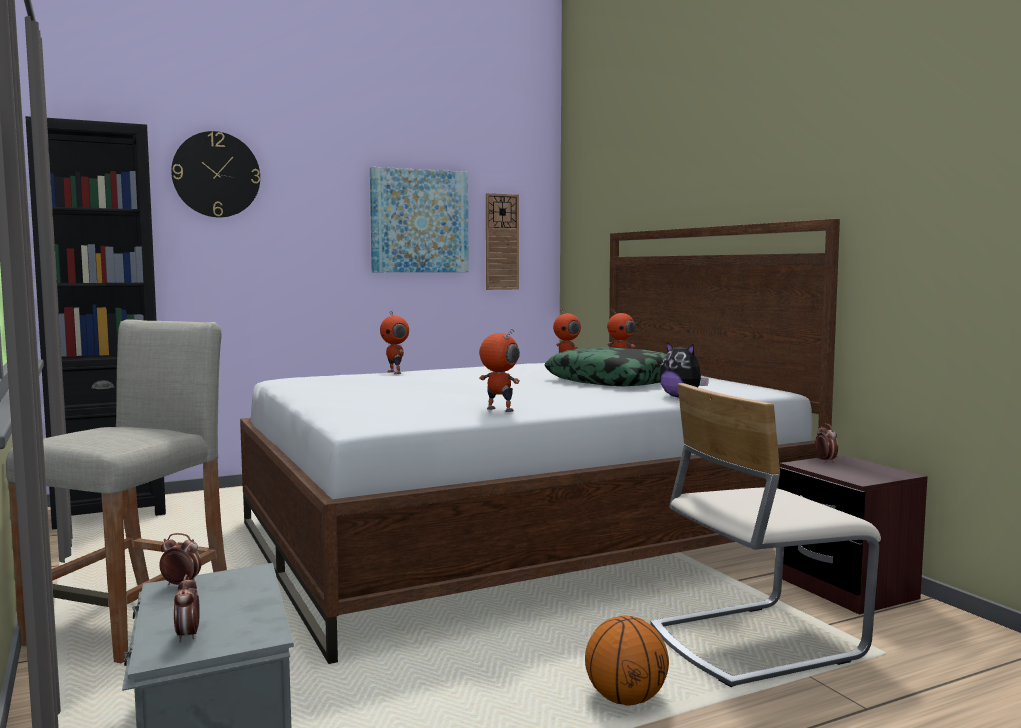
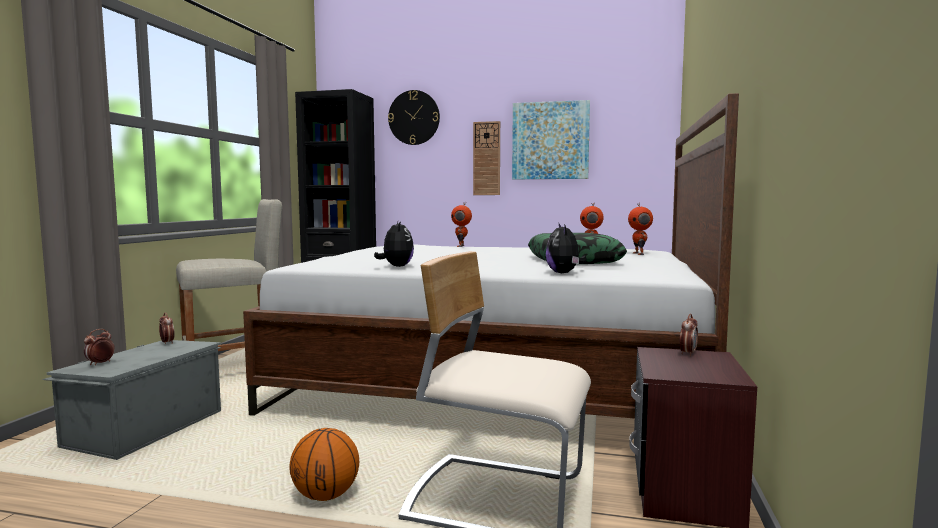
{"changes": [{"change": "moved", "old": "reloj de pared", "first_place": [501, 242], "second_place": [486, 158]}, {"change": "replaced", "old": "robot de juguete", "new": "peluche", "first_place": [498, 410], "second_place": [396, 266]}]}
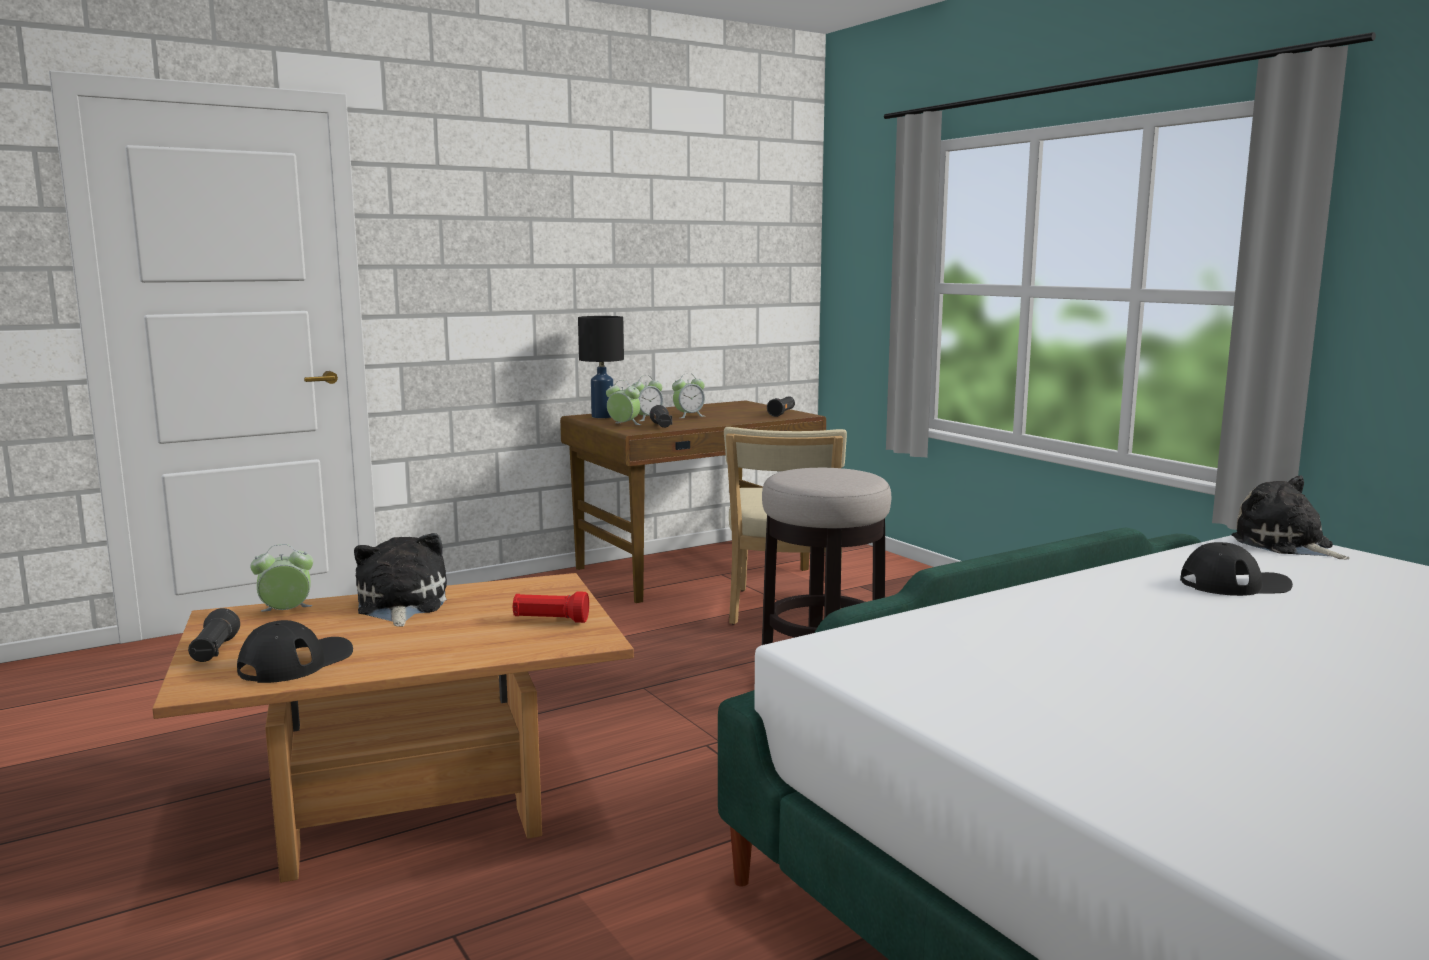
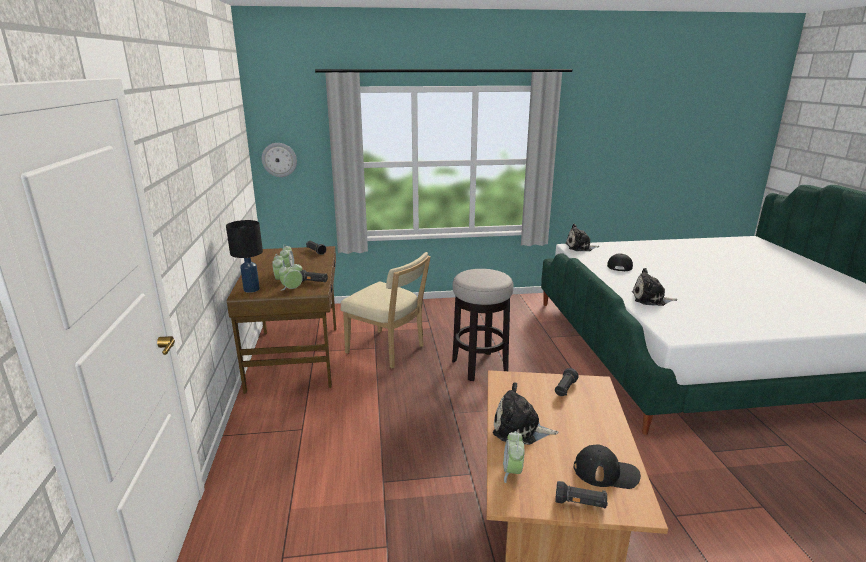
{"changes": [{"change": "added", "new": "reloj de pared", "second_place": [279, 159]}, {"change": "added", "new": "peluche", "second_place": [651, 299]}, {"change": "recoloured", "old": "linterna/rojo", "new": "linterna/negro", "first_place": [550, 620], "second_place": [565, 389]}, {"change": "turned", "old": "gorra/negro", "first_place": [296, 662], "second_place": [606, 472], "degrees": 135}]}
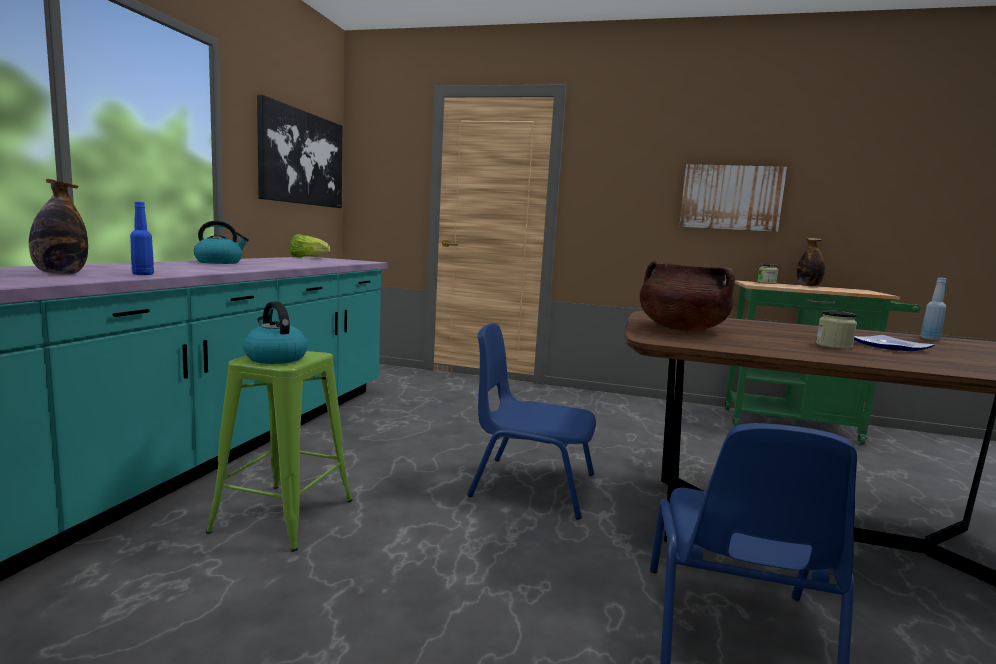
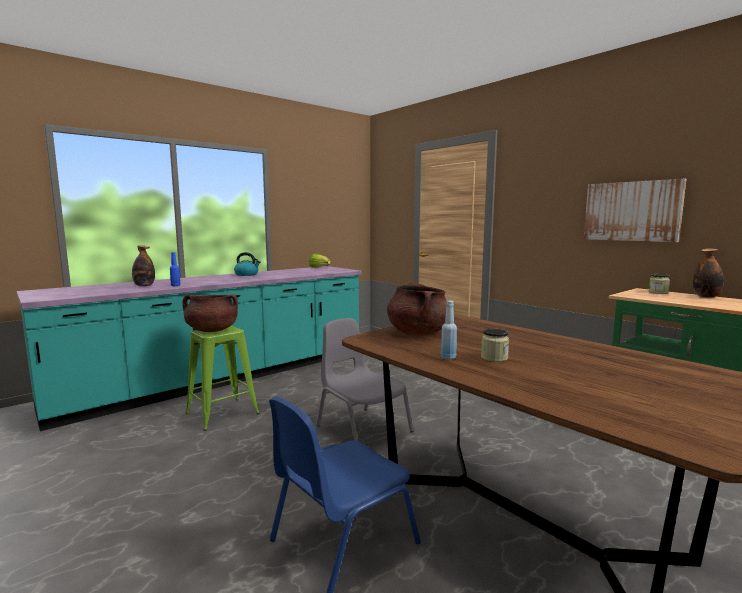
{"changes": [{"change": "removed", "old": "cuadro", "first_place": [302, 158]}, {"change": "removed", "old": "plato", "first_place": [891, 347]}, {"change": "moved", "old": "botella/azul", "first_place": [930, 339], "second_place": [448, 358]}, {"change": "replaced", "old": "hervidor", "new": "olla/marrón", "first_place": [275, 358], "second_place": [212, 330]}, {"change": "recoloured", "old": "silla/azul", "new": "silla/gris", "first_place": [531, 485], "second_place": [362, 428]}]}
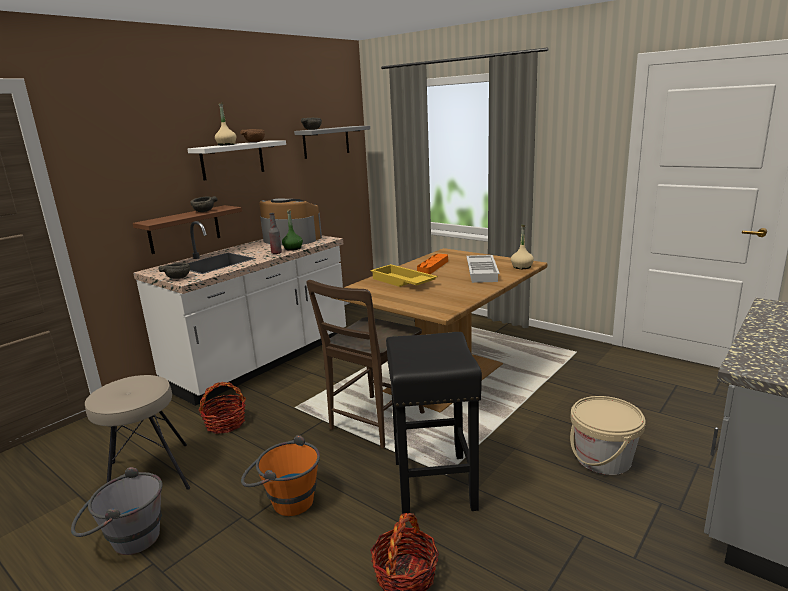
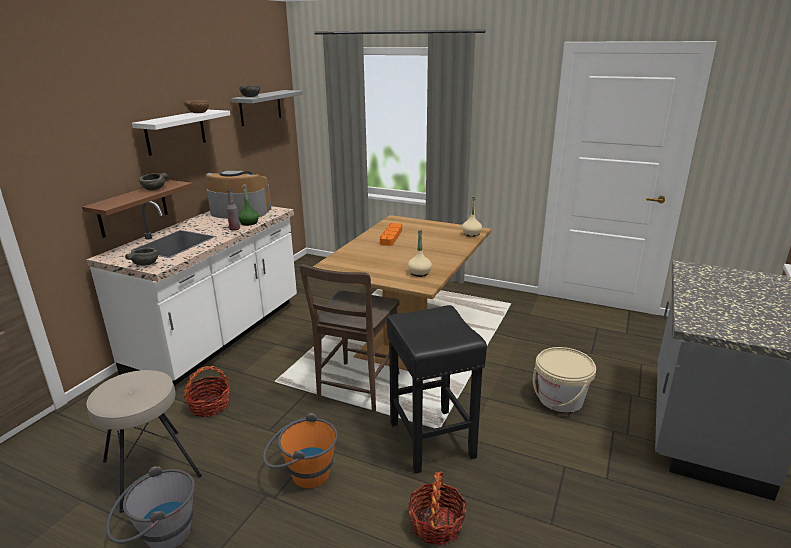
{"changes": [{"change": "removed", "old": "bandeja/amarillo", "first_place": [402, 282]}, {"change": "removed", "old": "bandeja/blanco", "first_place": [483, 272]}, {"change": "moved", "old": "botella/beis", "first_place": [226, 145], "second_place": [419, 273]}]}
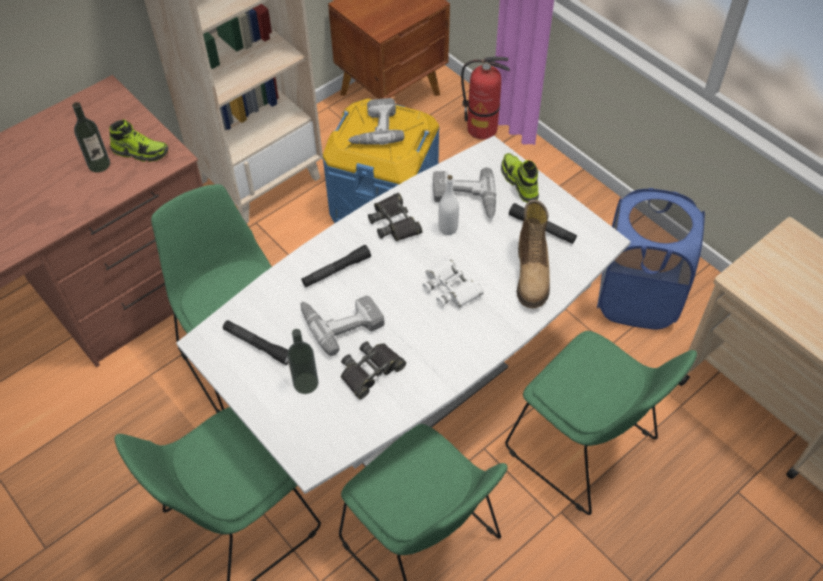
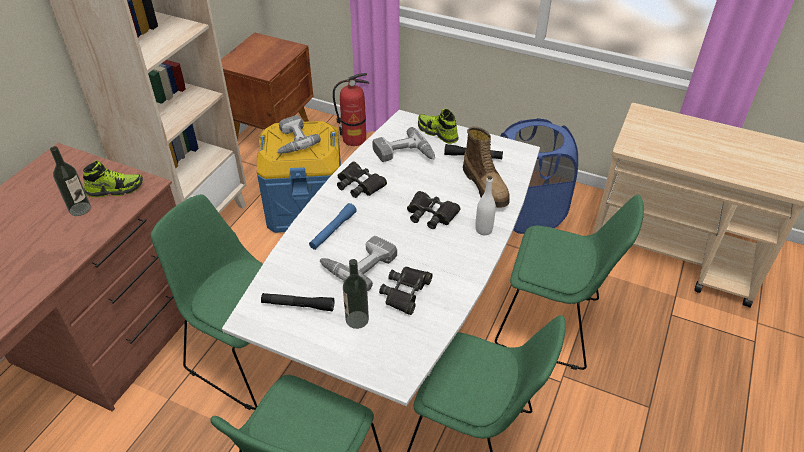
{"changes": [{"change": "moved", "old": "botella/blanco", "first_place": [448, 228], "second_place": [483, 230]}, {"change": "recoloured", "old": "linterna/negro", "new": "linterna/azul", "first_place": [336, 270], "second_place": [333, 230]}, {"change": "recoloured", "old": "prismáticos/blanco", "new": "prismáticos/negro", "first_place": [450, 287], "second_place": [431, 214]}]}
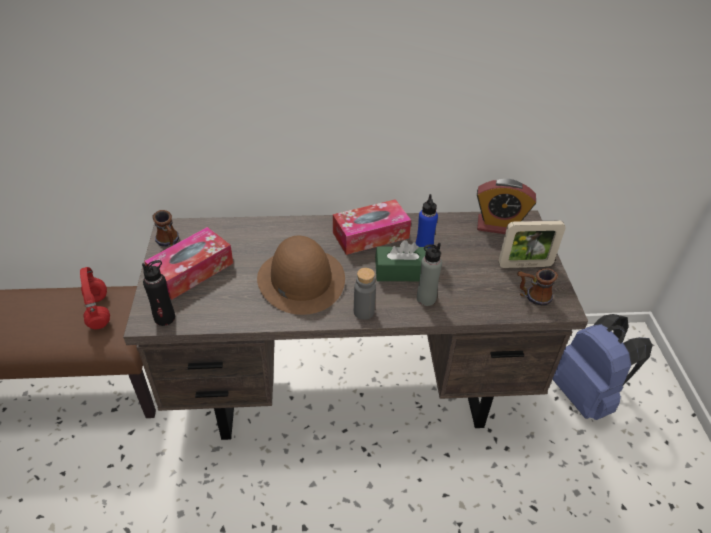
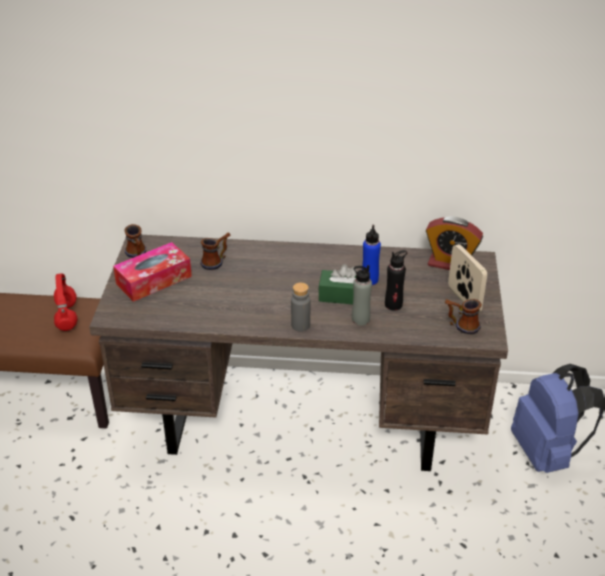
{"changes": [{"change": "removed", "old": "sombrero/marrón", "first_place": [301, 279]}, {"change": "removed", "old": "caja de pañuelos", "first_place": [370, 235]}, {"change": "added", "new": "taza grande", "second_place": [216, 261]}, {"change": "moved", "old": "botella/negro", "first_place": [165, 318], "second_place": [393, 305]}, {"change": "turned", "old": "portarretratos", "first_place": [525, 265], "second_place": [464, 299], "degrees": -120}]}
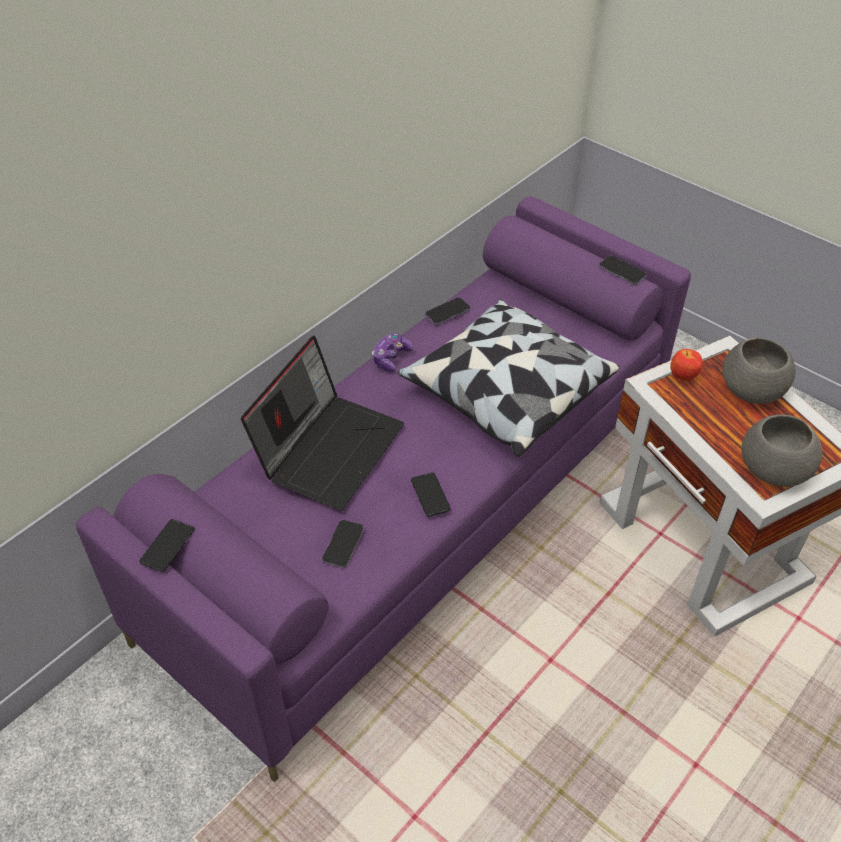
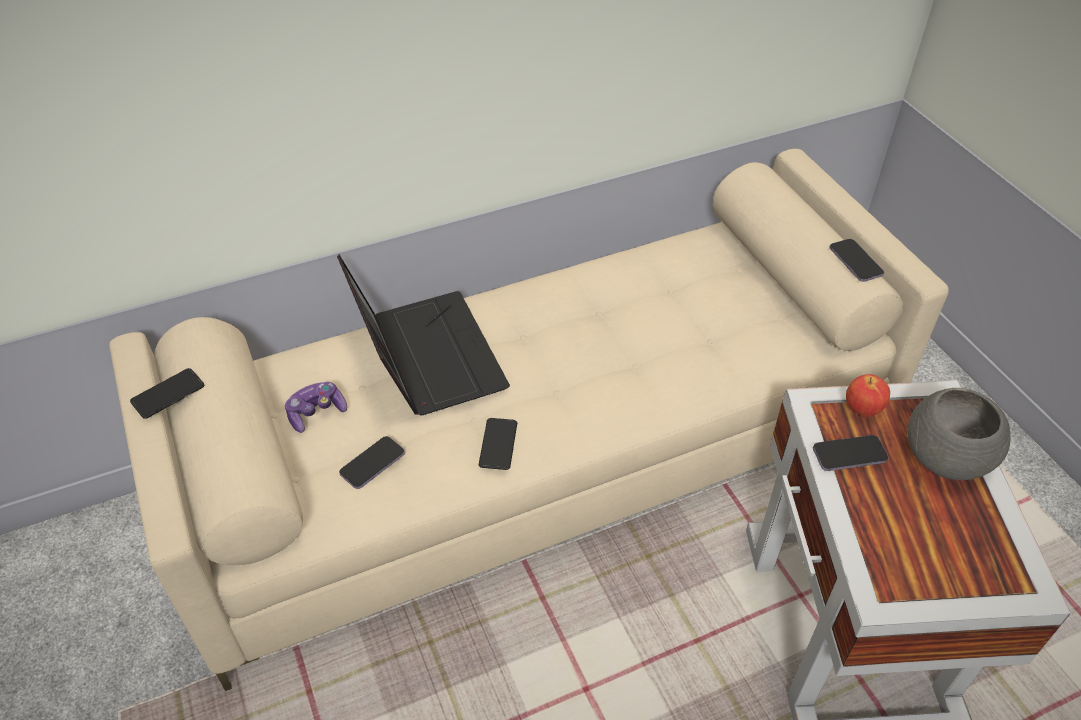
{"changes": [{"change": "removed", "old": "cojín", "first_place": [505, 393]}, {"change": "removed", "old": "cuenco/gris", "first_place": [772, 469]}, {"change": "moved", "old": "mando de consola", "first_place": [391, 358], "second_place": [316, 413]}, {"change": "moved", "old": "móvil", "first_place": [447, 312], "second_place": [849, 455]}, {"change": "recoloured", "old": "sofá/morado", "new": "sofá/beis", "first_place": [420, 507], "second_place": [542, 461]}, {"change": "turned", "old": "portátil", "first_place": [329, 448], "second_place": [425, 355], "degrees": -75}]}
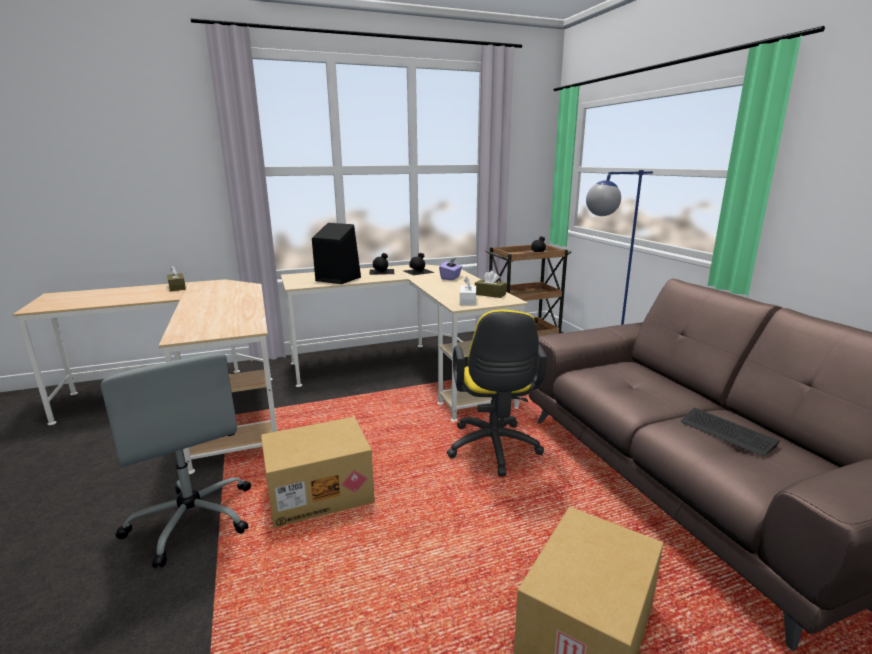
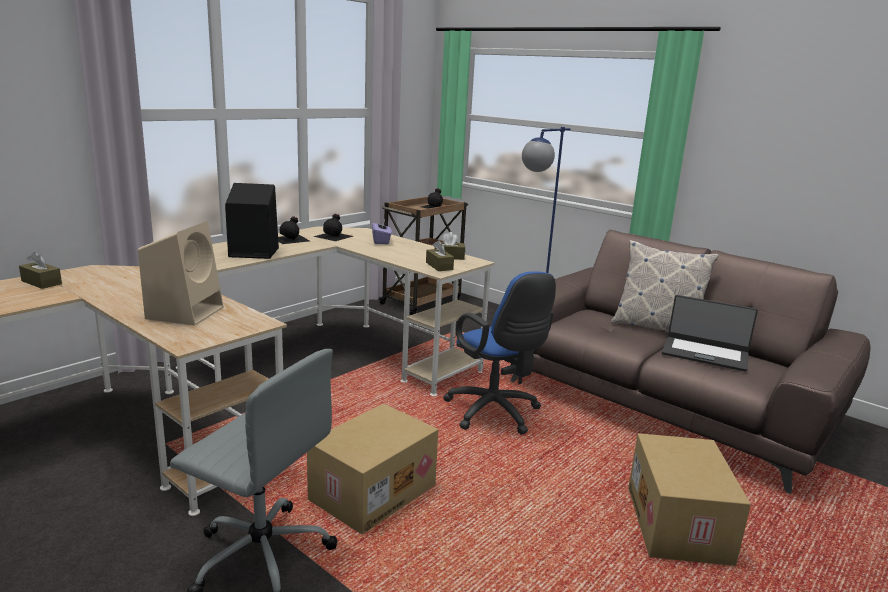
{"changes": [{"change": "added", "new": "altavoz/beis", "second_place": [185, 312]}, {"change": "added", "new": "cojín", "second_place": [656, 328]}, {"change": "replaced", "old": "teclado", "new": "portátil", "first_place": [726, 433], "second_place": [705, 354]}, {"change": "recoloured", "old": "silla de oficina/amarillo", "new": "silla de oficina/azul", "first_place": [493, 450], "second_place": [495, 414]}, {"change": "recoloured", "old": "caja de pañuelos/blanco", "new": "caja de pañuelos/marrón", "first_place": [468, 301], "second_place": [439, 266]}]}
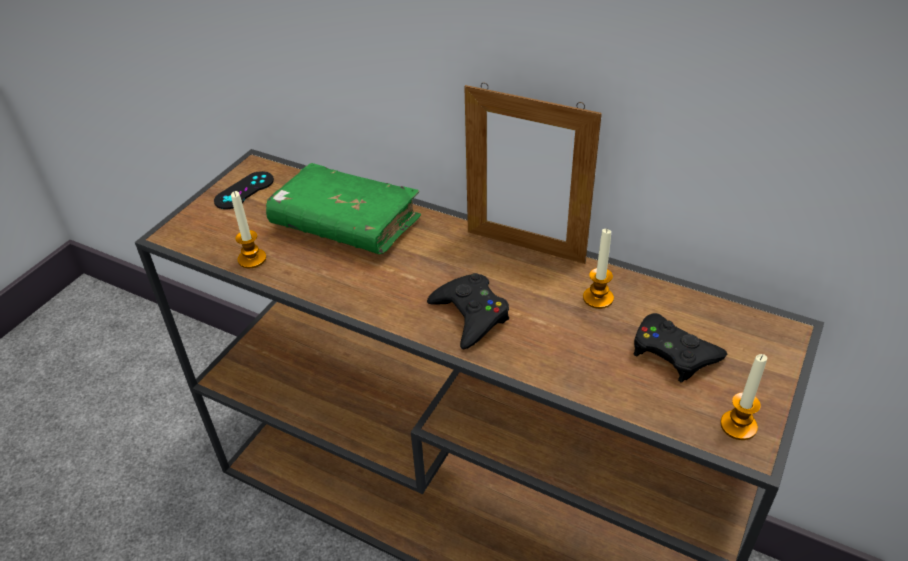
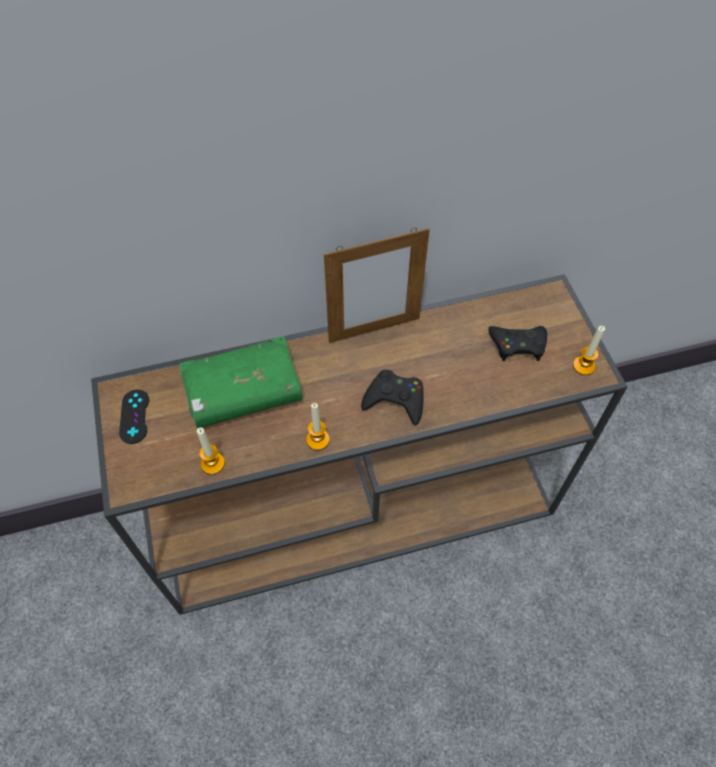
{"changes": [{"change": "moved", "old": "vela", "first_place": [598, 298], "second_place": [318, 440]}]}
